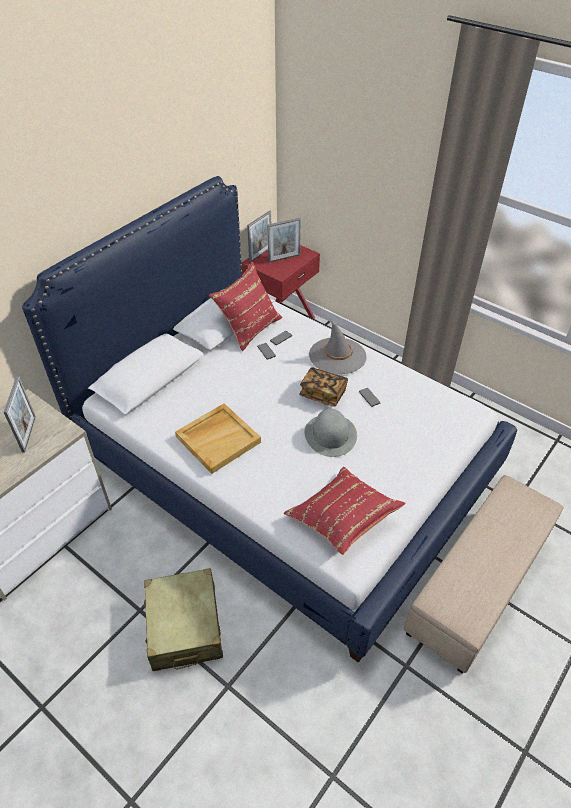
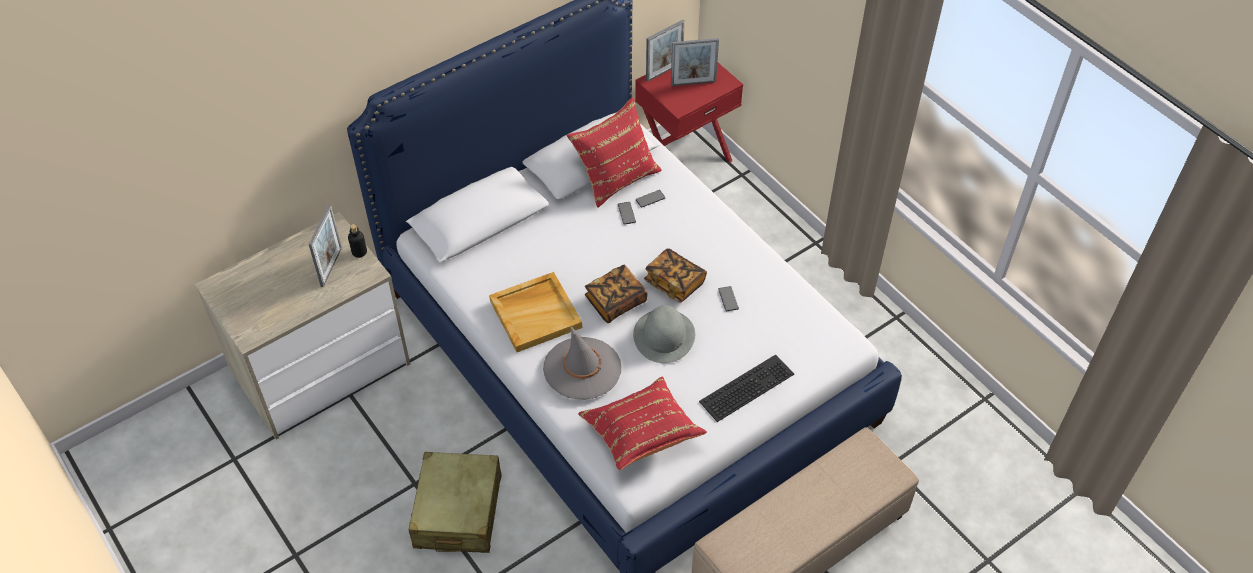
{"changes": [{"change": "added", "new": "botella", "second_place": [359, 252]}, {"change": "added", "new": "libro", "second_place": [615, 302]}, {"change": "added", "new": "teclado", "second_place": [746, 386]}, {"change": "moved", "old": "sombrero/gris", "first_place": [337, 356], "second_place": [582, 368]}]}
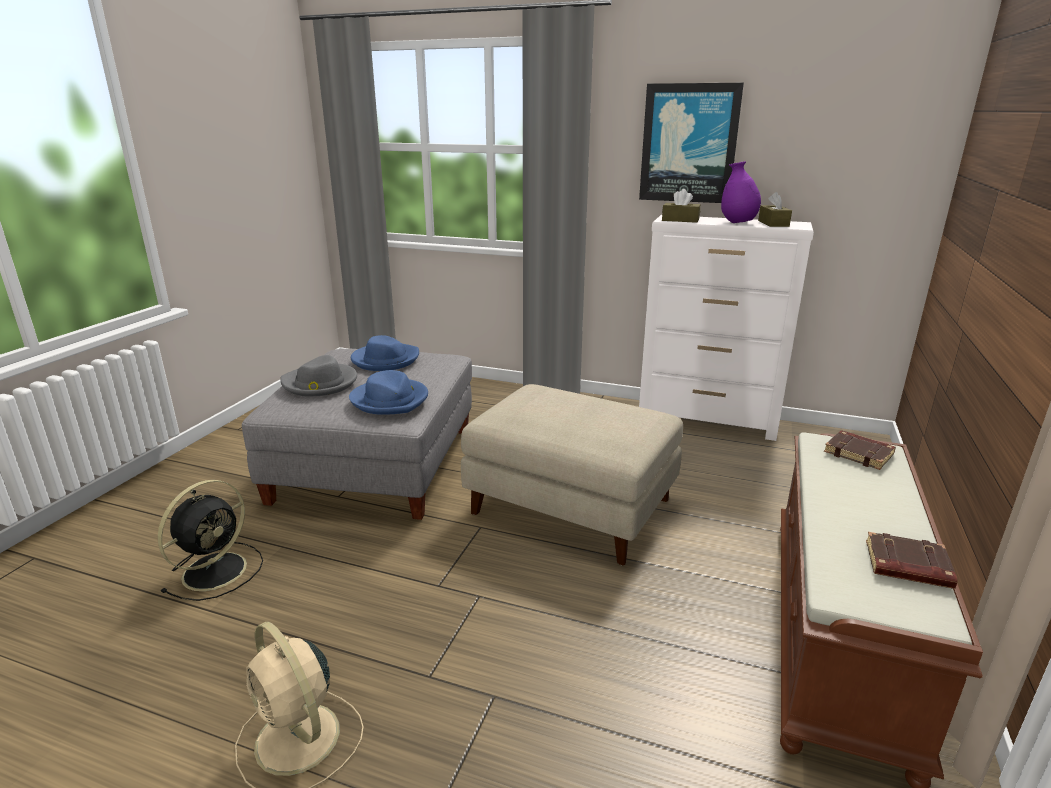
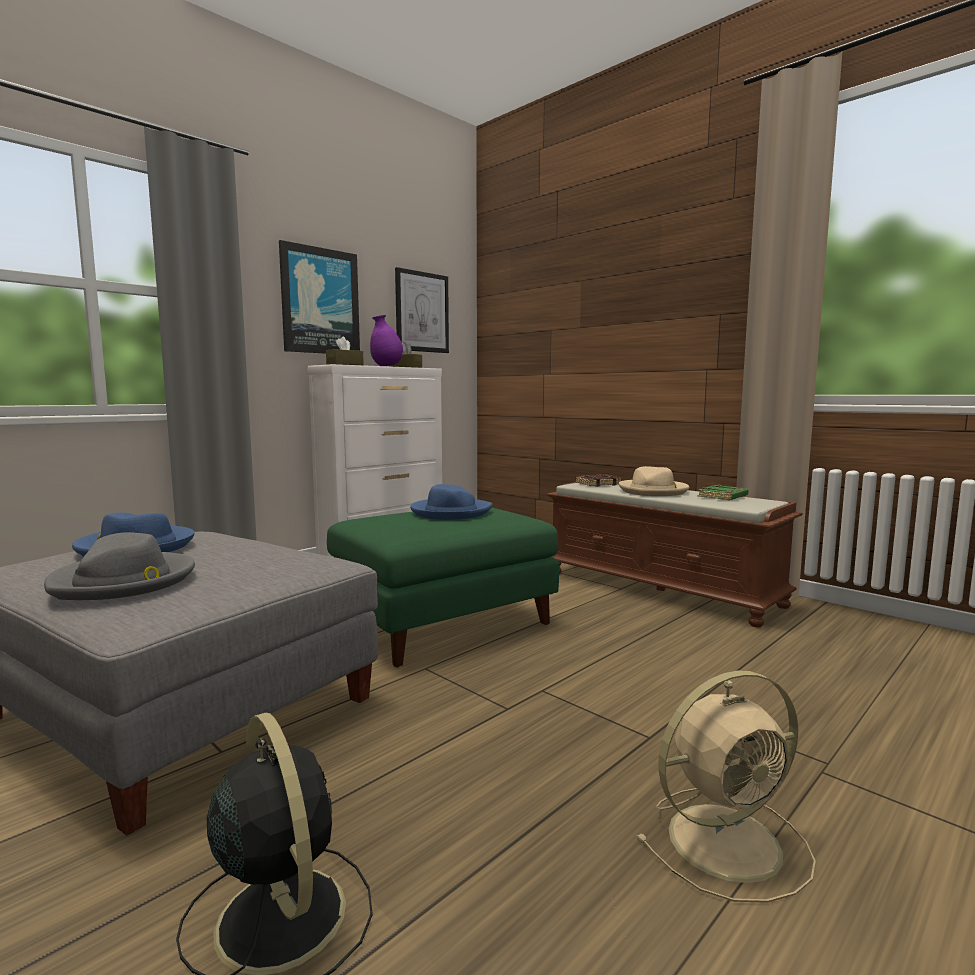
{"changes": [{"change": "added", "new": "cuadro", "second_place": [422, 312]}, {"change": "added", "new": "sombrero/beis", "second_place": [653, 491]}, {"change": "moved", "old": "sombrero/azul", "first_place": [390, 400], "second_place": [450, 512]}, {"change": "recoloured", "old": "puf/beis", "new": "puf/verde", "first_place": [573, 507], "second_place": [444, 623]}, {"change": "recoloured", "old": "libro/marrón", "new": "libro/verde", "first_place": [906, 566], "second_place": [723, 497]}]}
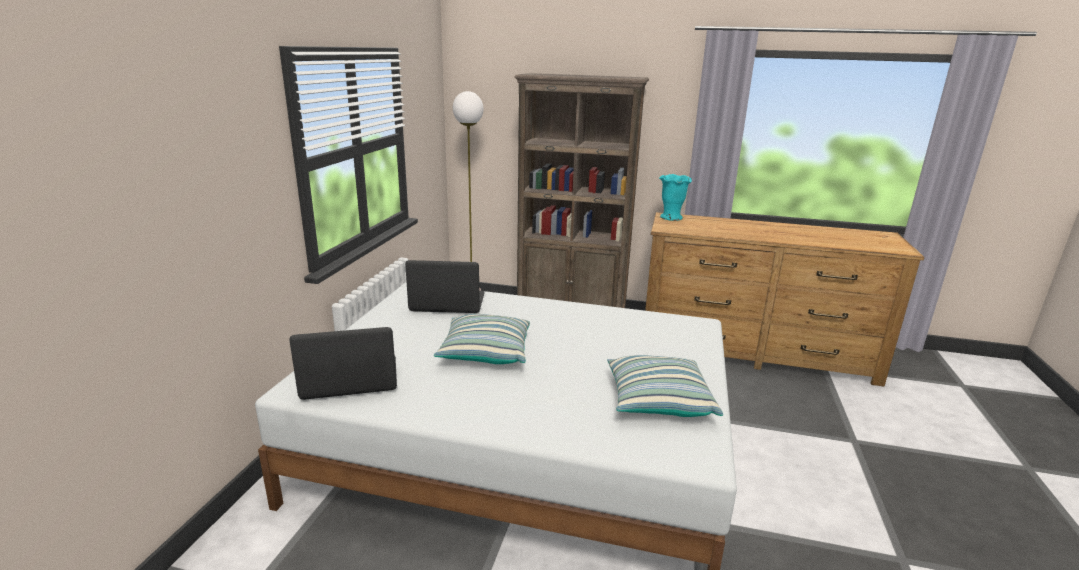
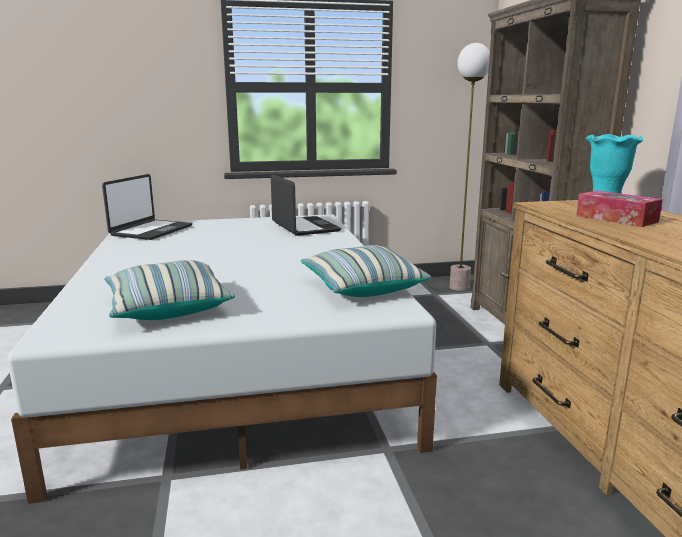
{"changes": [{"change": "added", "new": "caja de pañuelos", "second_place": [616, 219]}, {"change": "moved", "old": "cojín", "first_place": [485, 353], "second_place": [361, 287]}, {"change": "turned", "old": "portátil", "first_place": [350, 380], "second_place": [151, 231], "degrees": 60}]}
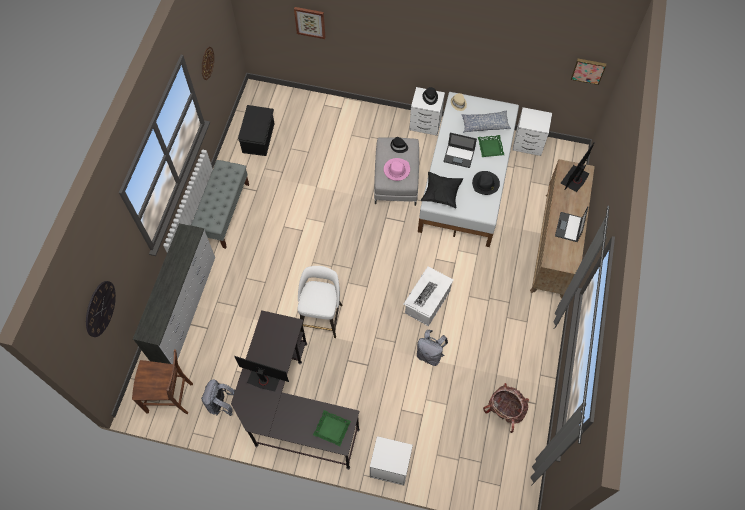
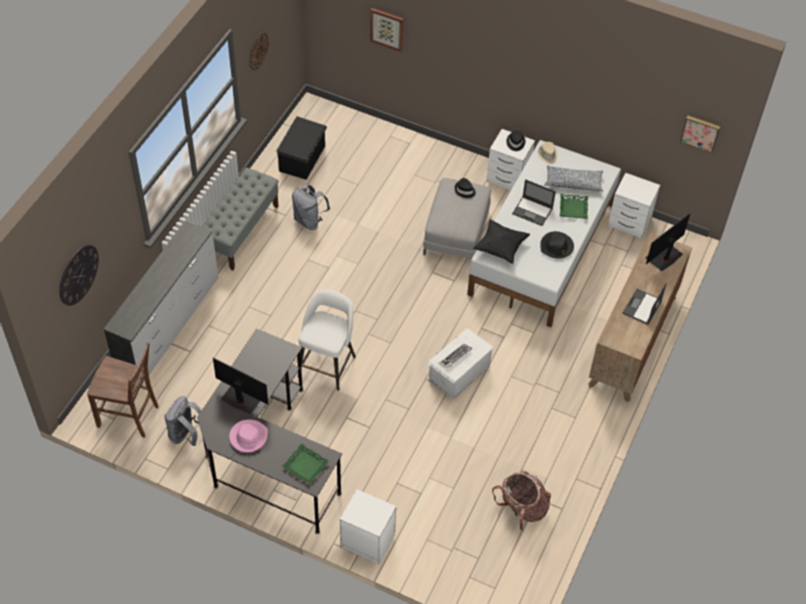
{"changes": [{"change": "moved", "old": "sombrero/rosa", "first_place": [396, 170], "second_place": [248, 437]}, {"change": "moved", "old": "mochila/gris", "first_place": [430, 354], "second_place": [309, 220]}]}
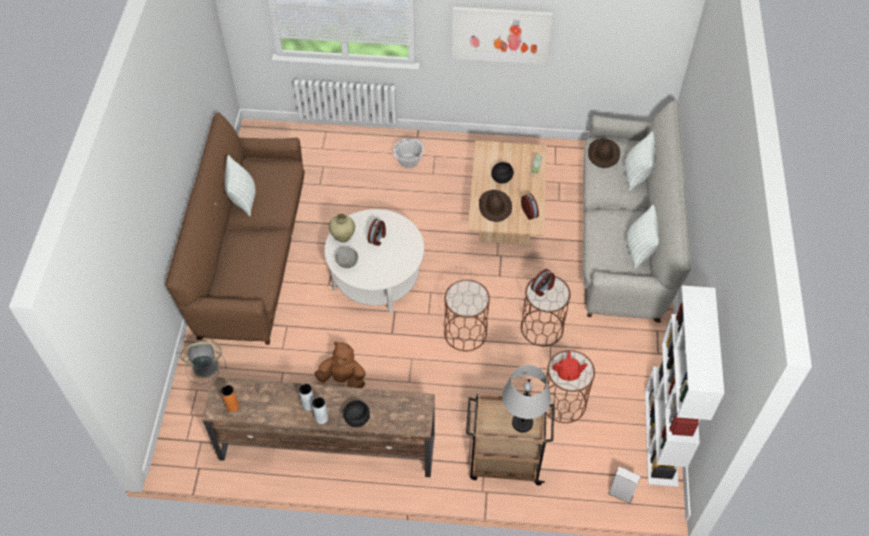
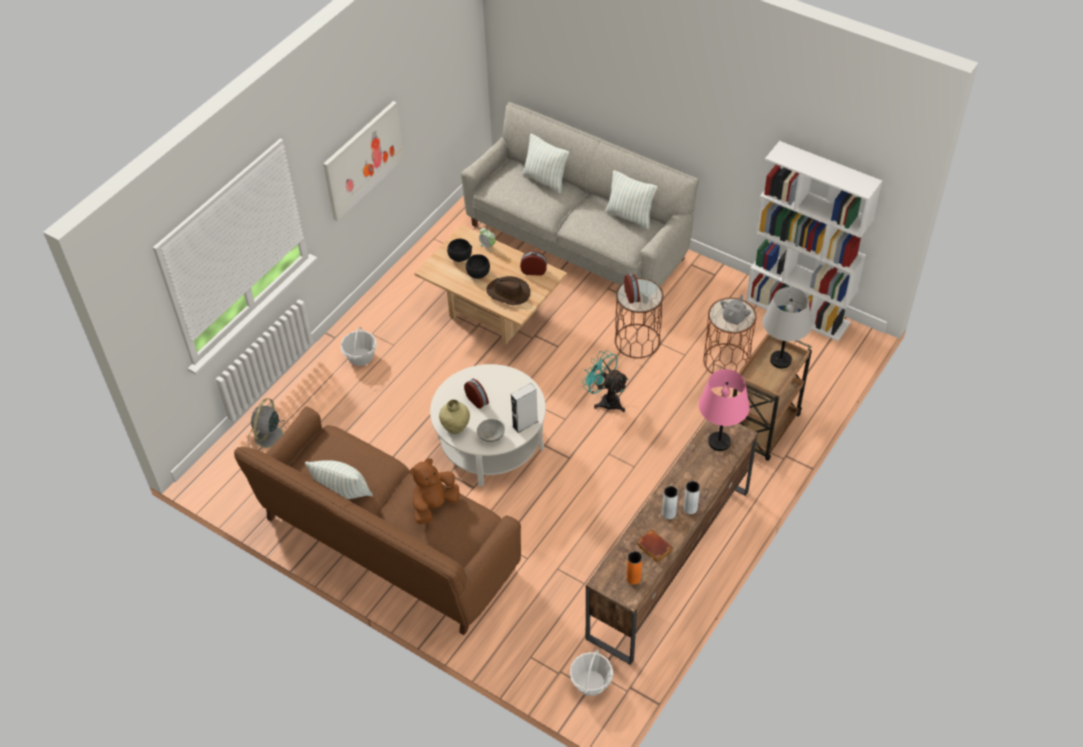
{"changes": [{"change": "removed", "old": "sombrero/marrón", "first_place": [603, 154]}, {"change": "added", "new": "cesta", "second_place": [591, 683]}, {"change": "added", "new": "libro/marrón", "second_place": [653, 547]}, {"change": "added", "new": "lámpara de mesa/rosa", "second_place": [719, 442]}, {"change": "moved", "old": "ventilador/gris", "first_place": [204, 366], "second_place": [268, 437]}, {"change": "moved", "old": "peluche/marrón", "first_place": [343, 379], "second_place": [434, 505]}, {"change": "moved", "old": "cuenco/negro", "first_place": [357, 418], "second_place": [459, 257]}, {"change": "moved", "old": "altavoz/gris", "first_place": [620, 494], "second_place": [525, 424]}, {"change": "replaced", "old": "mesa auxiliar/marrón", "new": "ventilador/turquesa", "first_place": [465, 333], "second_place": [606, 400]}, {"change": "recoloured", "old": "tetera/rojo", "new": "tetera/gris", "first_place": [568, 373], "second_place": [734, 318]}]}
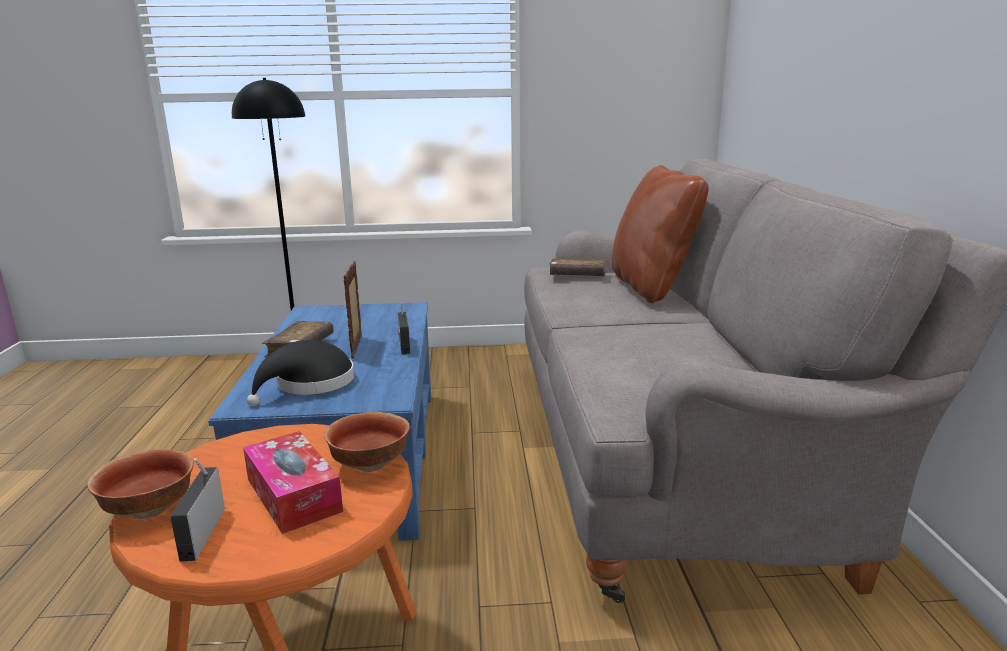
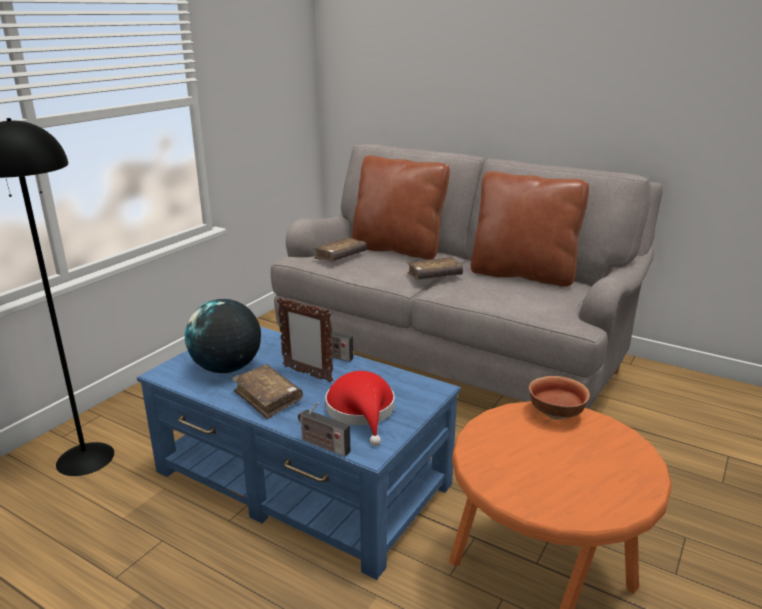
{"changes": [{"change": "removed", "old": "cuenco", "first_place": [150, 508]}, {"change": "removed", "old": "caja de pañuelos", "first_place": [293, 495]}, {"change": "added", "new": "globo terráqueo", "second_place": [227, 368]}, {"change": "added", "new": "libro/marrón", "second_place": [434, 276]}, {"change": "added", "new": "cojín/marrón", "second_place": [523, 274]}, {"change": "moved", "old": "radio", "first_place": [203, 531], "second_place": [323, 445]}, {"change": "recoloured", "old": "sombrero/negro", "new": "sombrero/rojo", "first_place": [310, 384], "second_place": [362, 412]}]}
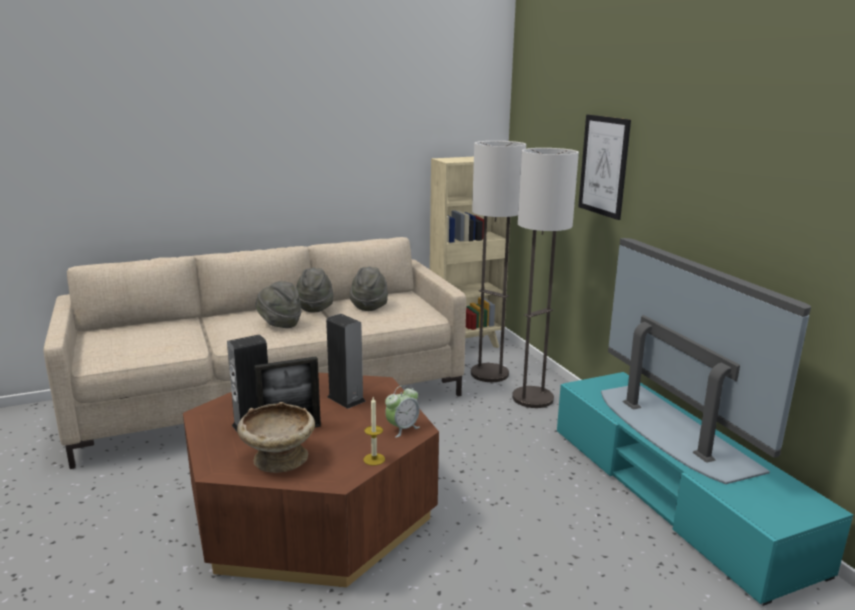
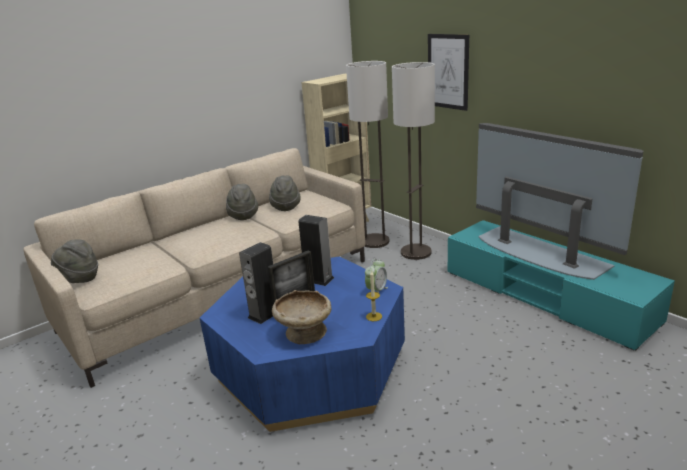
{"changes": [{"change": "moved", "old": "sombrero/gris", "first_place": [279, 324], "second_place": [79, 279]}, {"change": "recoloured", "old": "mesa de centro/marrón", "new": "mesa de centro/azul", "first_place": [313, 509], "second_place": [311, 367]}]}
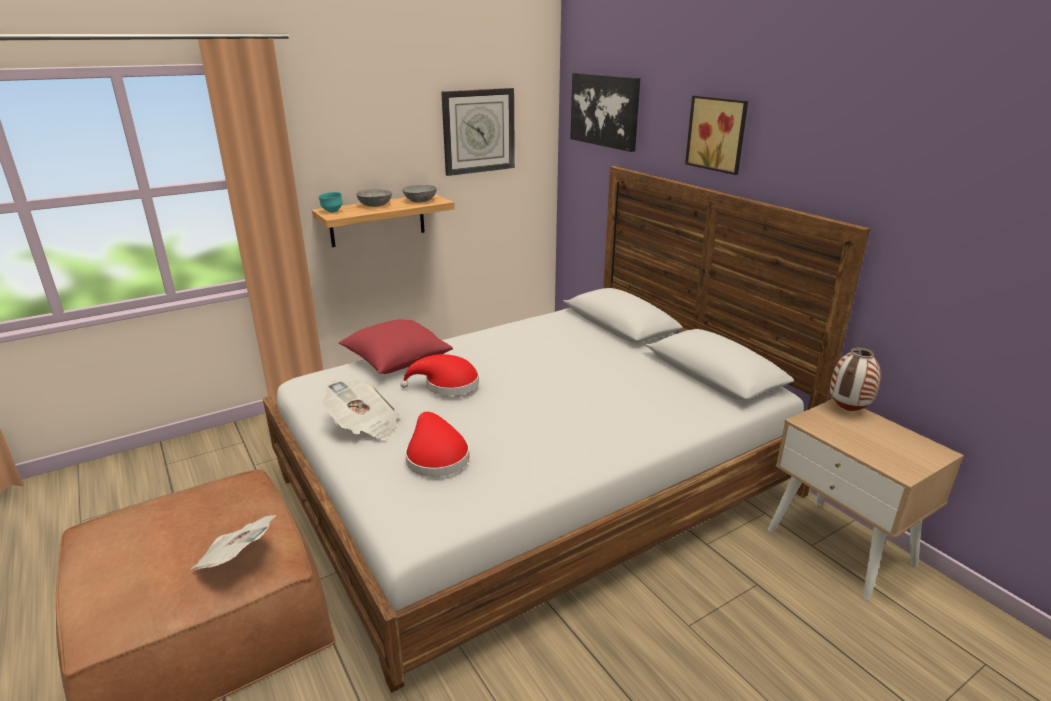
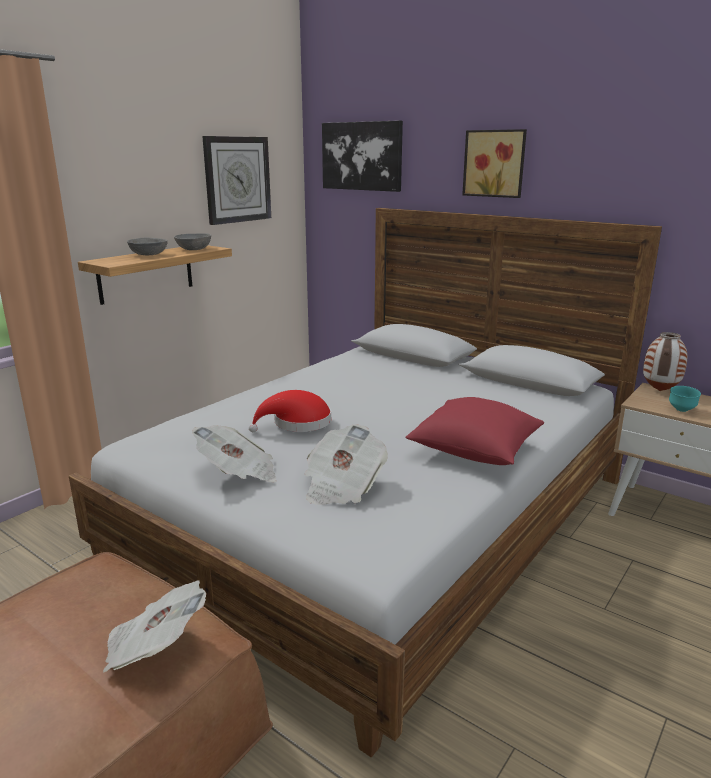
{"changes": [{"change": "moved", "old": "cuenco/turquesa", "first_place": [332, 211], "second_place": [681, 410]}, {"change": "moved", "old": "cojín/rojo", "first_place": [396, 361], "second_place": [474, 450]}, {"change": "replaced", "old": "sombrero/rojo", "new": "periódico", "first_place": [435, 456], "second_place": [342, 486]}]}
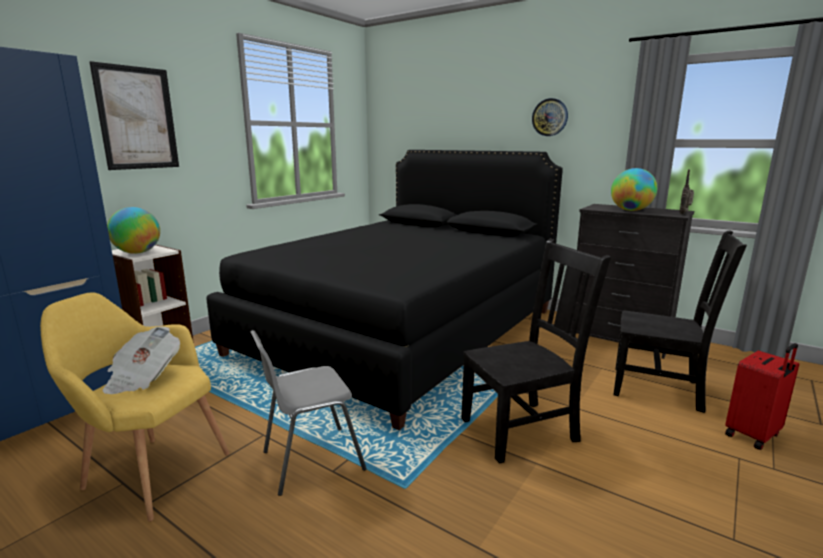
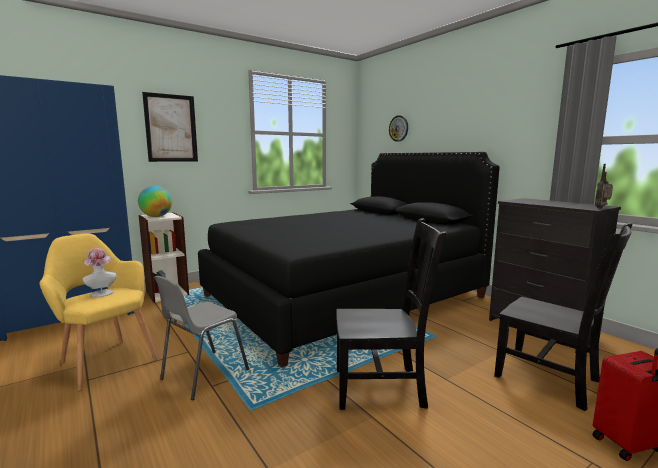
{"changes": [{"change": "removed", "old": "globo terráqueo", "first_place": [631, 210]}, {"change": "moved", "old": "reloj de pared", "first_place": [550, 117], "second_place": [399, 128]}, {"change": "replaced", "old": "periódico", "new": "sombrero", "first_place": [143, 378], "second_place": [101, 292]}, {"change": "turned", "old": "silla/gris", "first_place": [310, 460], "second_place": [203, 375], "degrees": -45}]}
